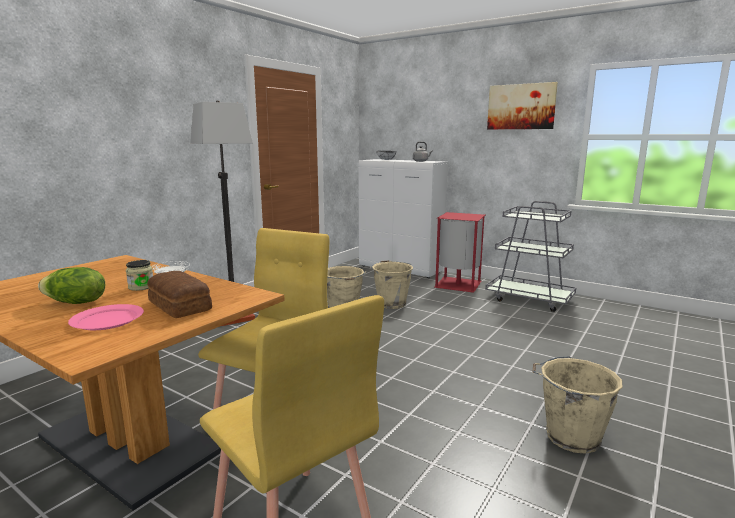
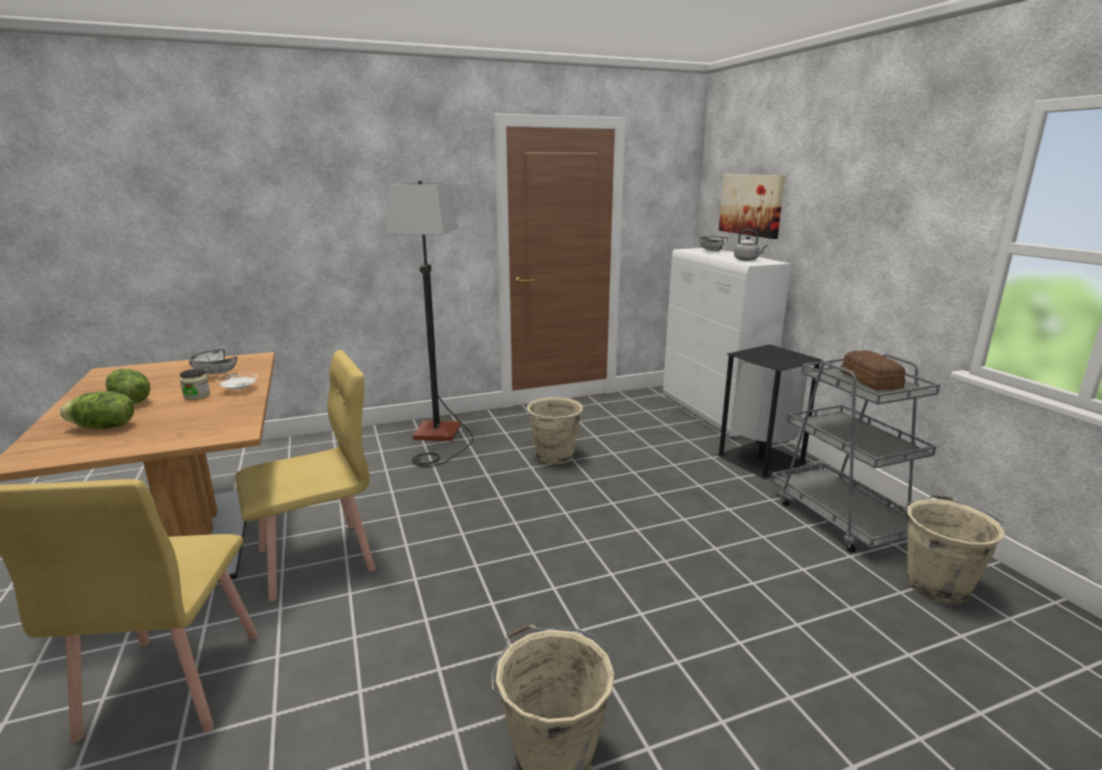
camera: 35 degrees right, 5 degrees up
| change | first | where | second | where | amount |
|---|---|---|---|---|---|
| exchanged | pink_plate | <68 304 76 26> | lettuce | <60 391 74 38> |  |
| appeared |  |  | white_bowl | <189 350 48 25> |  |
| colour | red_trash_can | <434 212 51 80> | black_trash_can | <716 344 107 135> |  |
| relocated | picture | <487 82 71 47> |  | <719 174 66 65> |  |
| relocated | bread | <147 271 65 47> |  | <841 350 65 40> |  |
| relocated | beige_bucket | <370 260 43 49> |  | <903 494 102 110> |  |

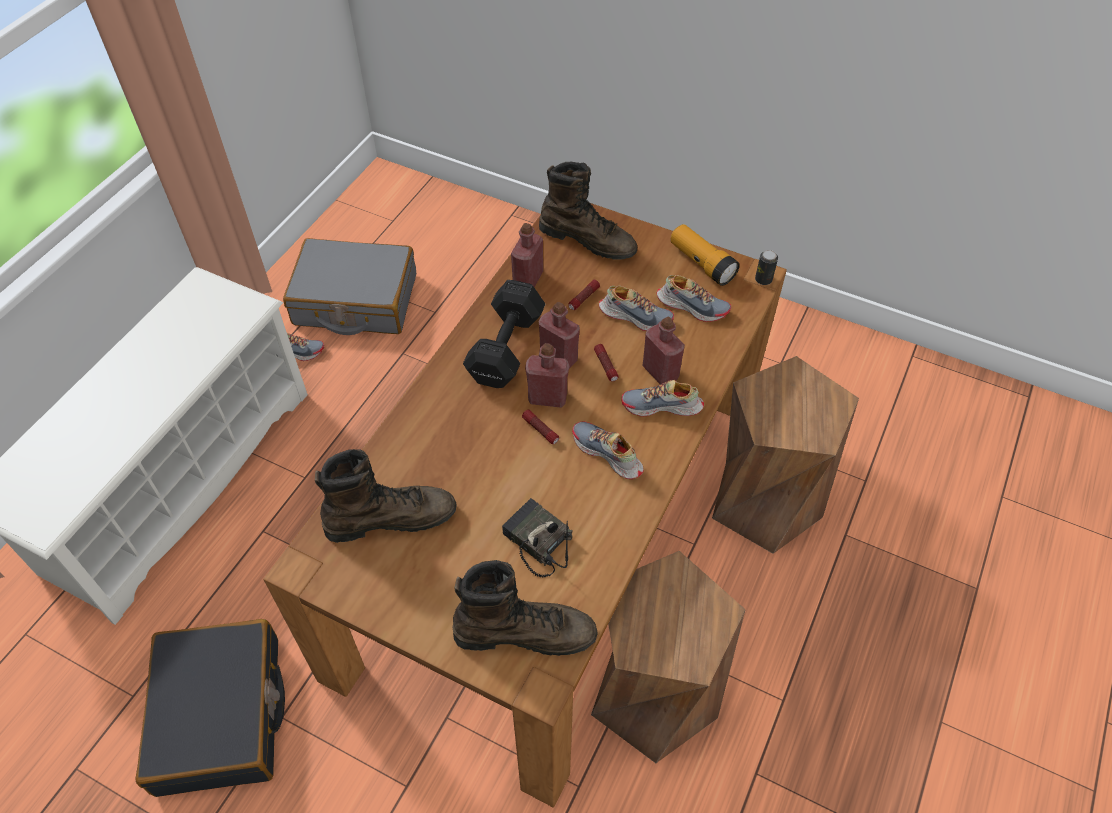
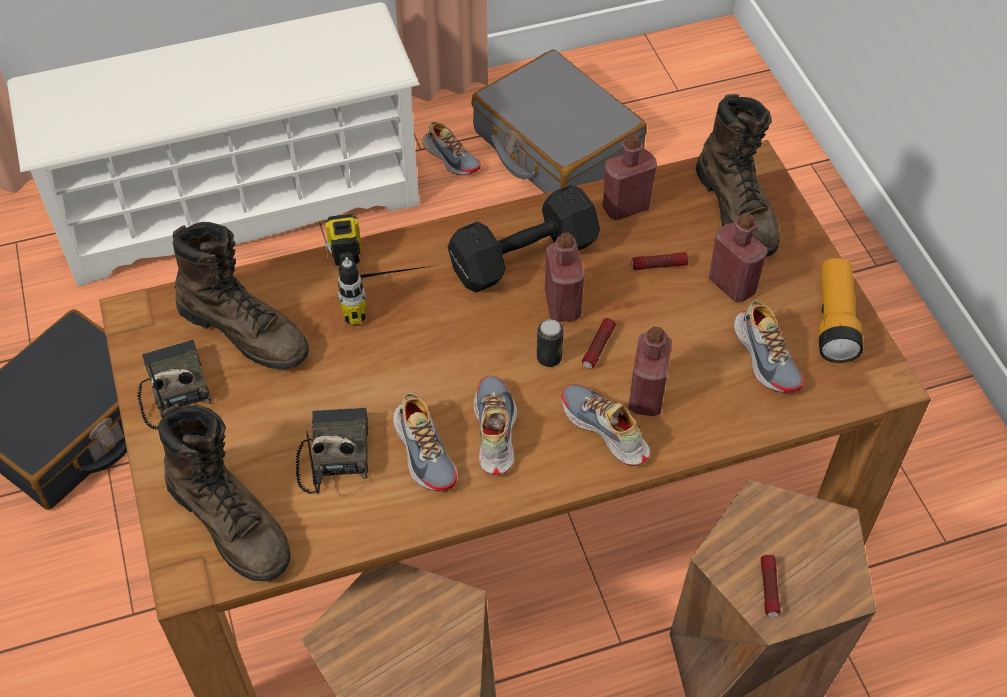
camera: 45 degrees right, 0 degrees up
| change | first | where | second | where | amount |
|---|---|---|---|---|---|
| appeared |  |  | radio | <138 340 74 90> |  |
| appeared |  |  | power_drill | <325 214 112 112> |  |
| relocated | shoe | <599 285 75 46> |  | <393 393 65 99> |  |
| relocated | can | <755 250 23 35> |  | <537 319 26 48> |  |
| relocated | red_bottle | <525 343 44 65> |  | <708 212 60 90> |  |
| relocated | flashlight | <522 409 37 35> |  | <761 555 20 62> |  |

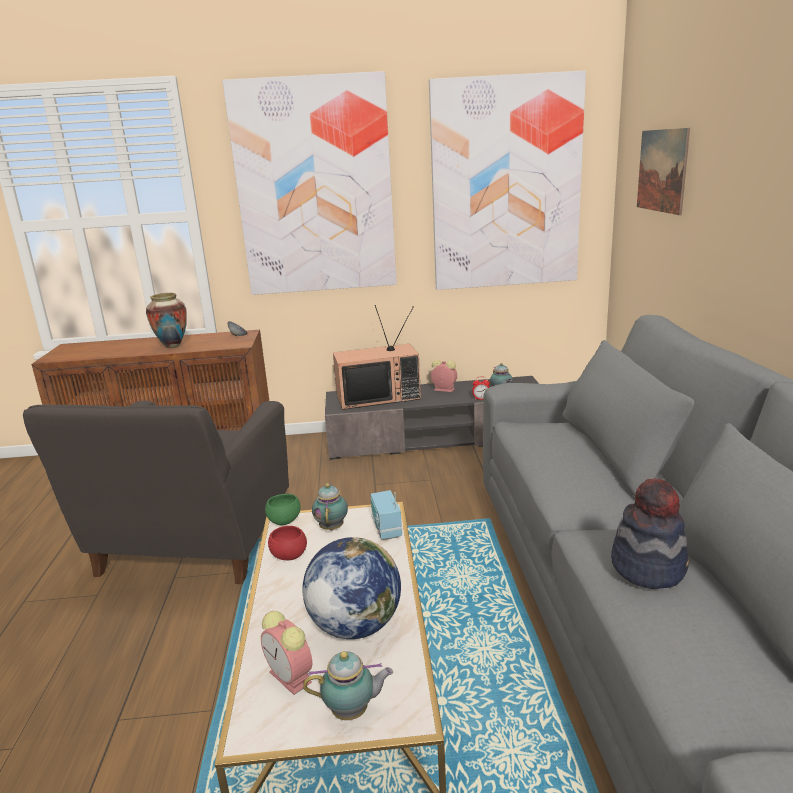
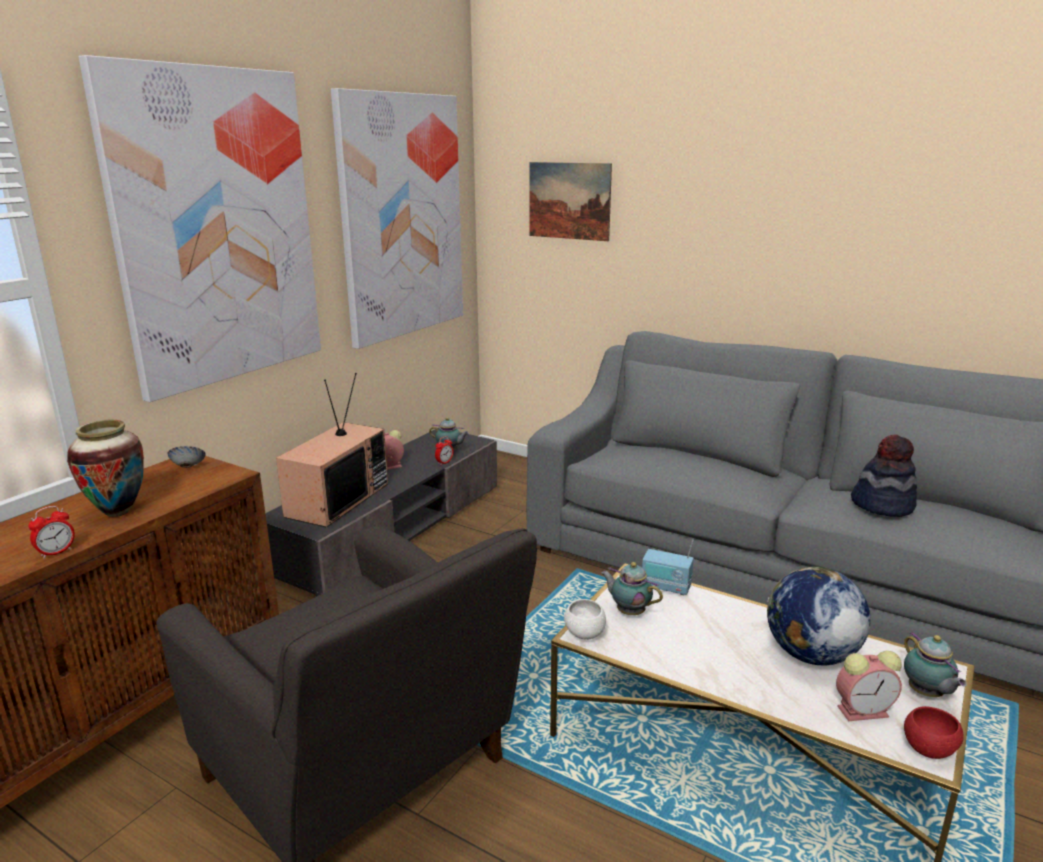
camera: 55 degrees left, 0 degrees up
| change | first | where | second | where | amount |
|---|---|---|---|---|---|
| appeared |  |  | alarm_clock | <28 506 47 53> |  |
| colour | green_bowl | <265 494 36 31> | white_bowl | <564 599 42 41> |  |
| spun | teapot | <303 651 90 69> |  | <904 632 63 65> | 135 degrees clockwise |
| relocated | red_bowl | <268 526 39 34> |  | <904 706 60 53> |  |

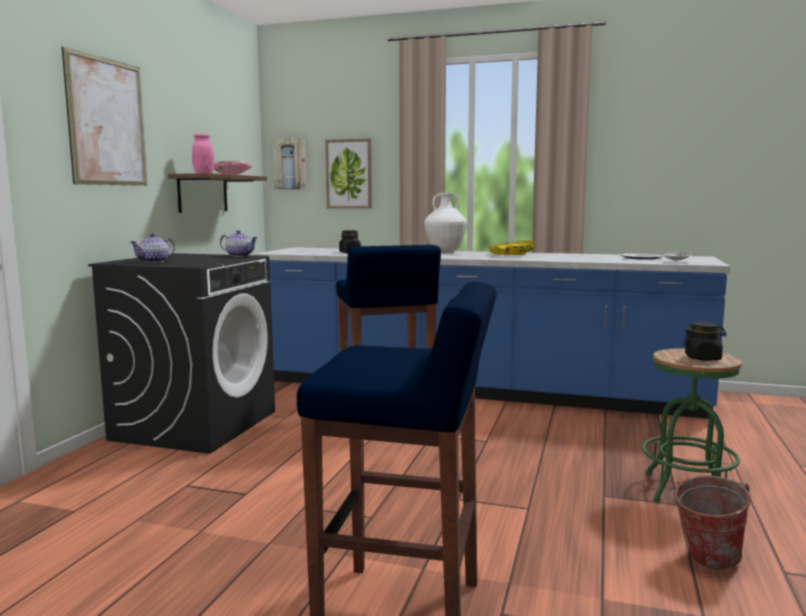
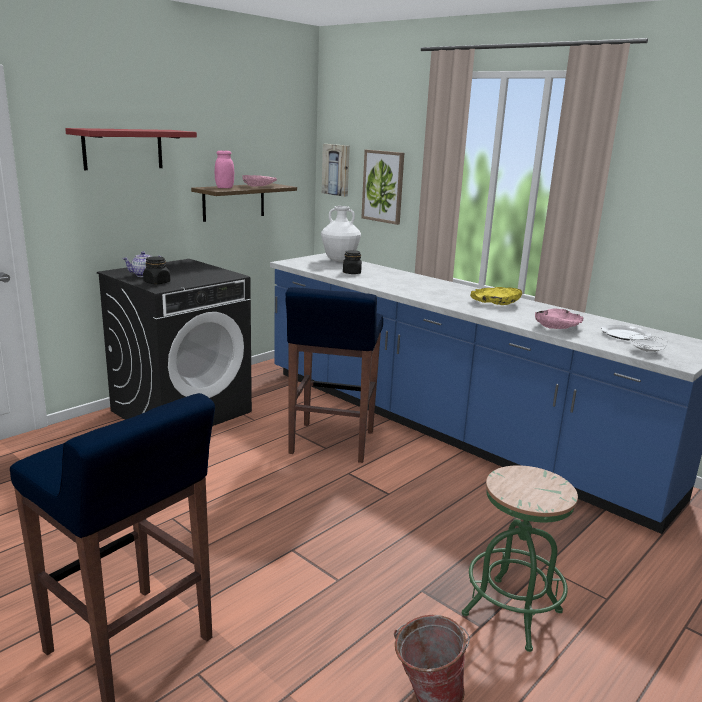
camera: 25 degrees right, 10 degrees up
| change | first | where | second | where | amount |
|---|---|---|---|---|---|
| exchanged | picture | <62 47 85 139> | red_shelf | <65 128 132 42> |  |
| relocated | black_jar | <683 322 44 39> |  | <143 256 28 28> |  |
| relocated | white_vase | <424 193 43 59> |  | <321 206 40 56> |  |
| appeared |  |  | pink_bowl | <535 309 48 20> |  |
| missing | teapot | <220 230 38 27> |  |  |  |

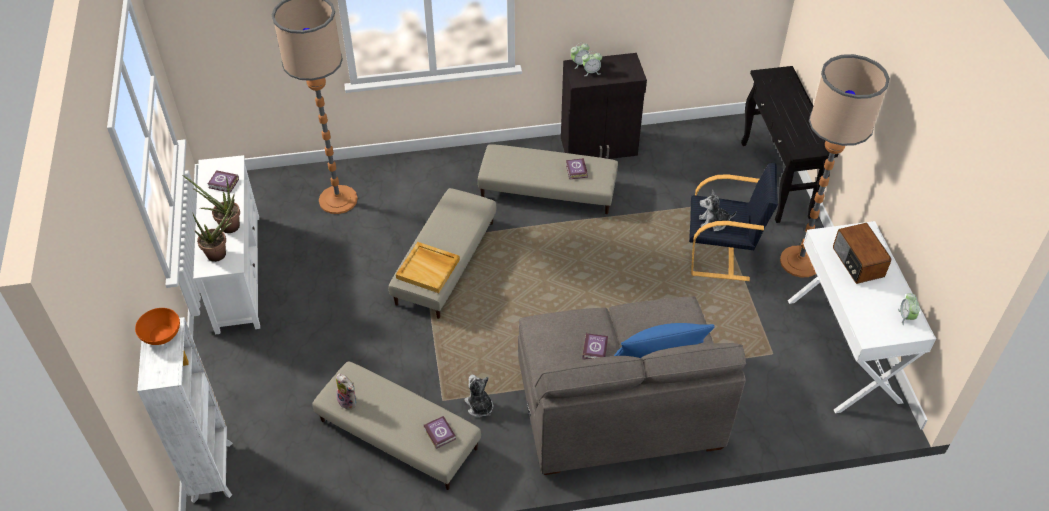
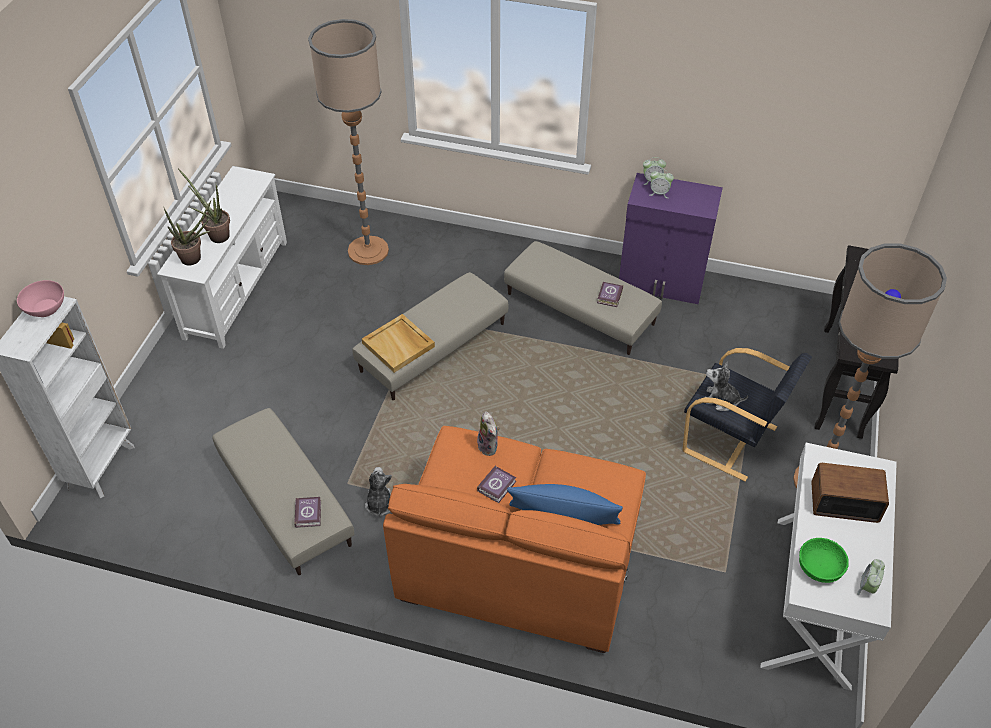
camera: 25 degrees right, 0 degrees up
| change | first | where | second | where | amount |
|---|---|---|---|---|---|
| colour | orange_bowl | <135 308 45 37> | pink_bowl | <17 280 47 37> |  |
| colour | grey_sofa | <518 296 228 179> | orange_sofa | <383 426 263 227> |  |
| relocated | plush_toy | <336 374 20 36> |  | <477 411 23 45> |  |
| colour | black_cabinet | <561 53 86 106> | purple_cabinet | <619 173 104 131> |  |
| appeared |  |  | green_bowl | <799 538 50 45> |  |
| spun | radio | <833 223 58 61> |  | <811 463 78 60> | 90 degrees clockwise |
| missing | book | <208 170 31 23> |  |  |  |

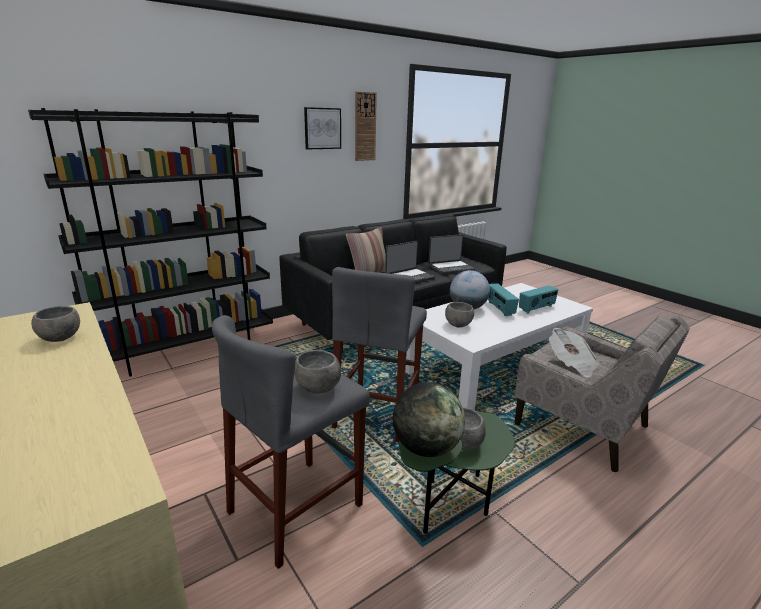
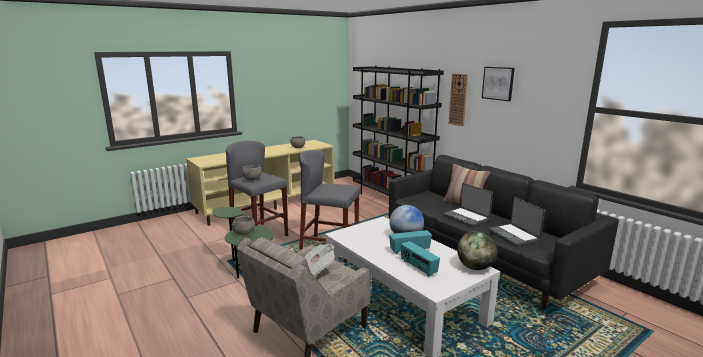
camera: 90 degrees right, 5 degrees down
| change | first | where | second | where | amount |
|---|---|---|---|---|---|
| relocated | wall_clock | <355 91 22 70> |  | <449 73 19 53> |  |
| relocated | globe | <393 382 72 75> |  | <457 230 41 40> |  |
| missing | grey_bowl | <445 302 29 25> |  |  |  |

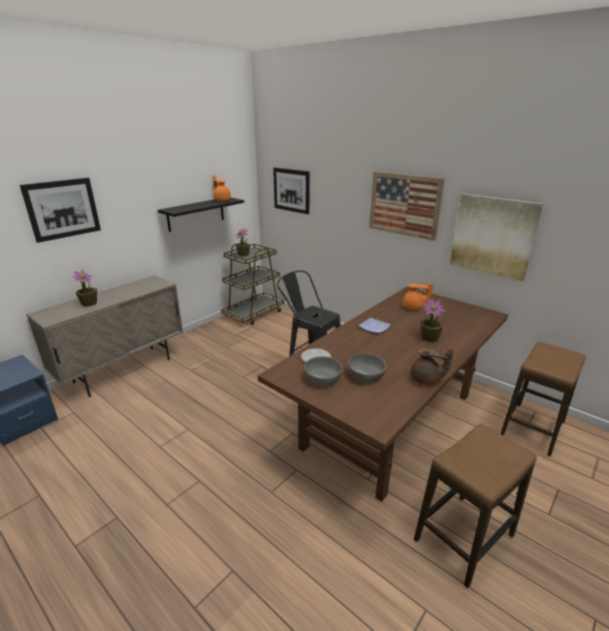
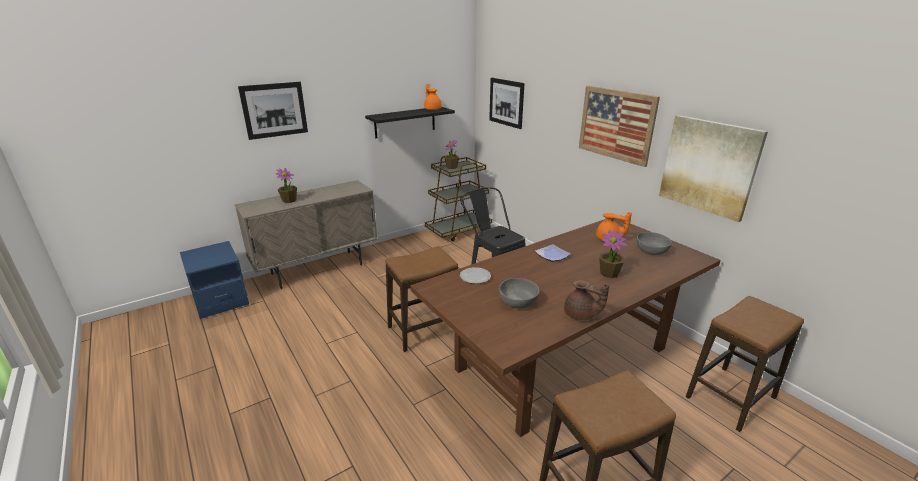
camera: 15 degrees right, 0 degrees up
| change | first | where | second | where | amount |
|---|---|---|---|---|---|
| appeared |  |  | stool | <385 246 73 106> |  |
| relocated | grey_bowl | <304 356 39 30> |  | <636 232 36 23> |  |

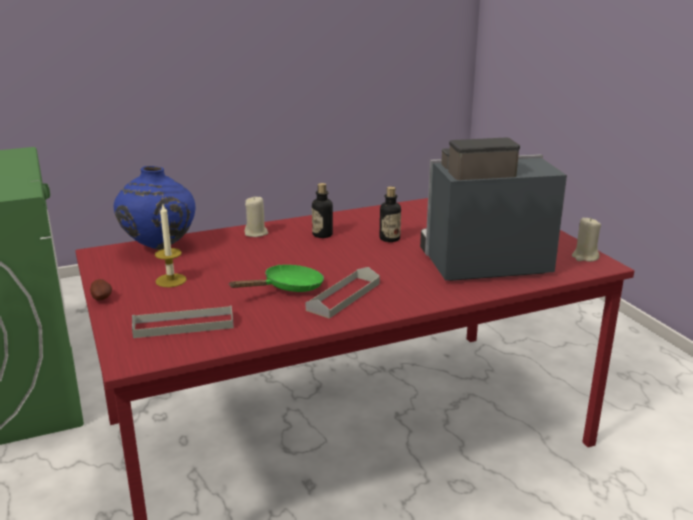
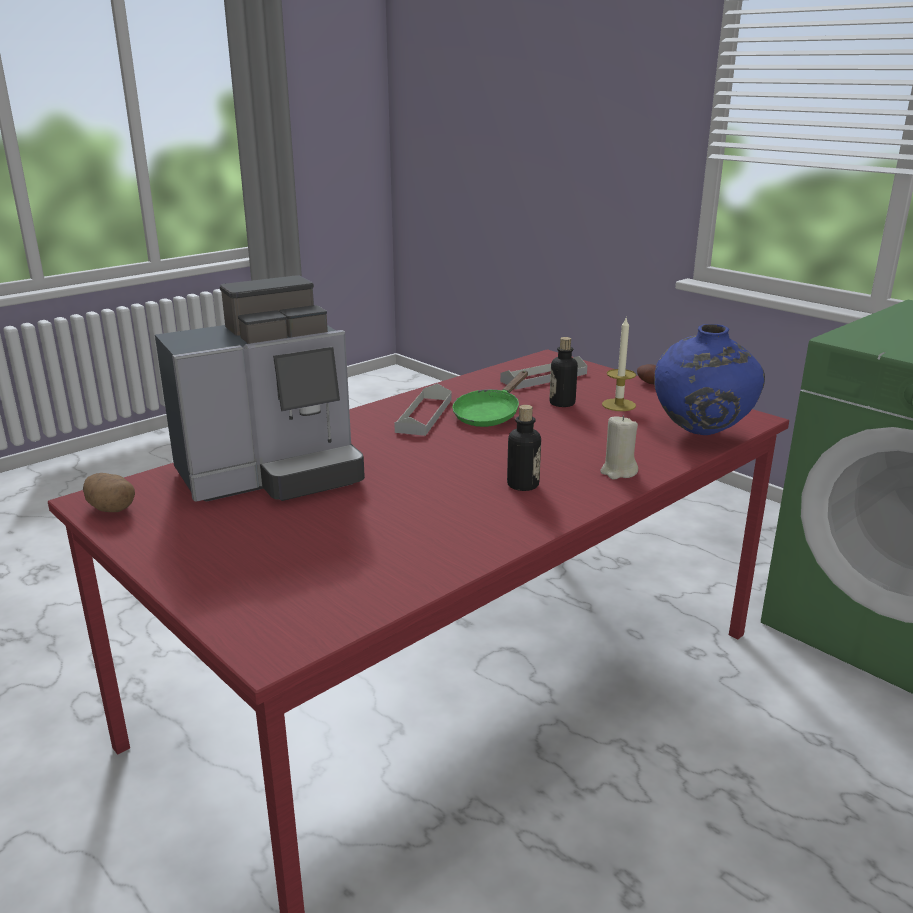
camera: 160 degrees right, 0 degrees up
| change | first | where | second | where | amount |
|---|---|---|---|---|---|
| exchanged | beige_candle | <572 217 29 45> | potato | <83 473 52 39> |  |
| relocated | bottle | <380 186 21 56> |  | <549 337 29 70> |  |

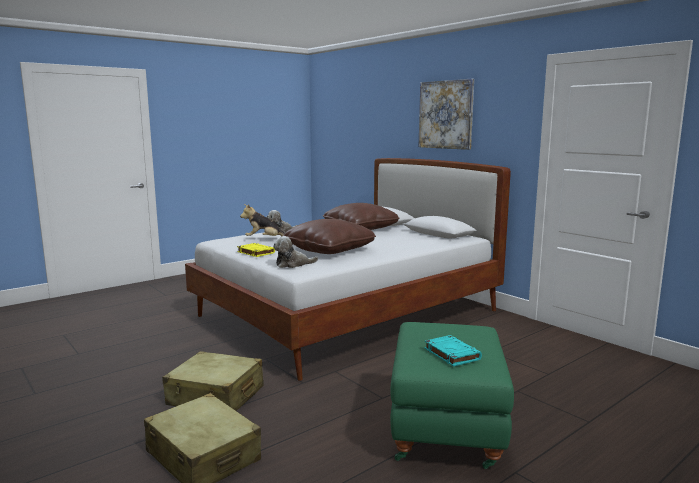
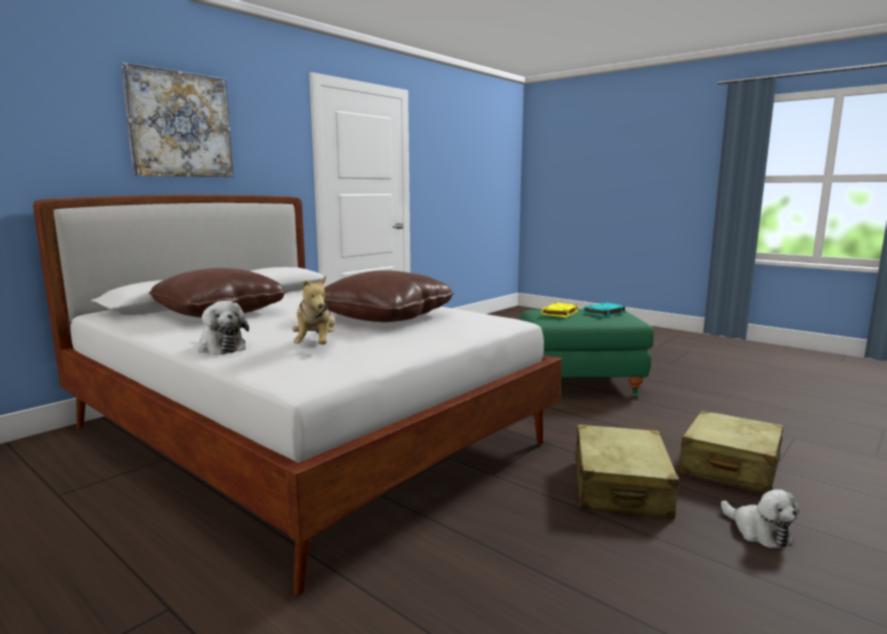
camera: 100 degrees left, 0 degrees up
| change | first | where | second | where | amount |
|---|---|---|---|---|---|
| relocated | yellow_book | <237 243 38 14> |  | <541 303 38 14> |  |
| relocated | plush_toy | <273 236 45 32> |  | <721 489 79 60> |  |

